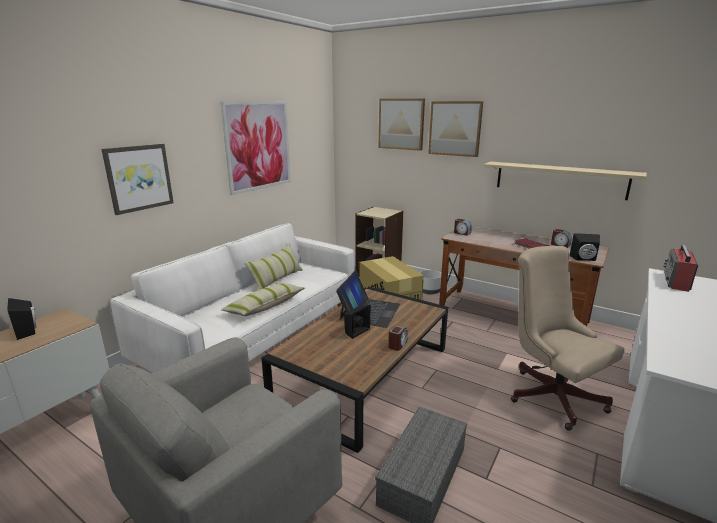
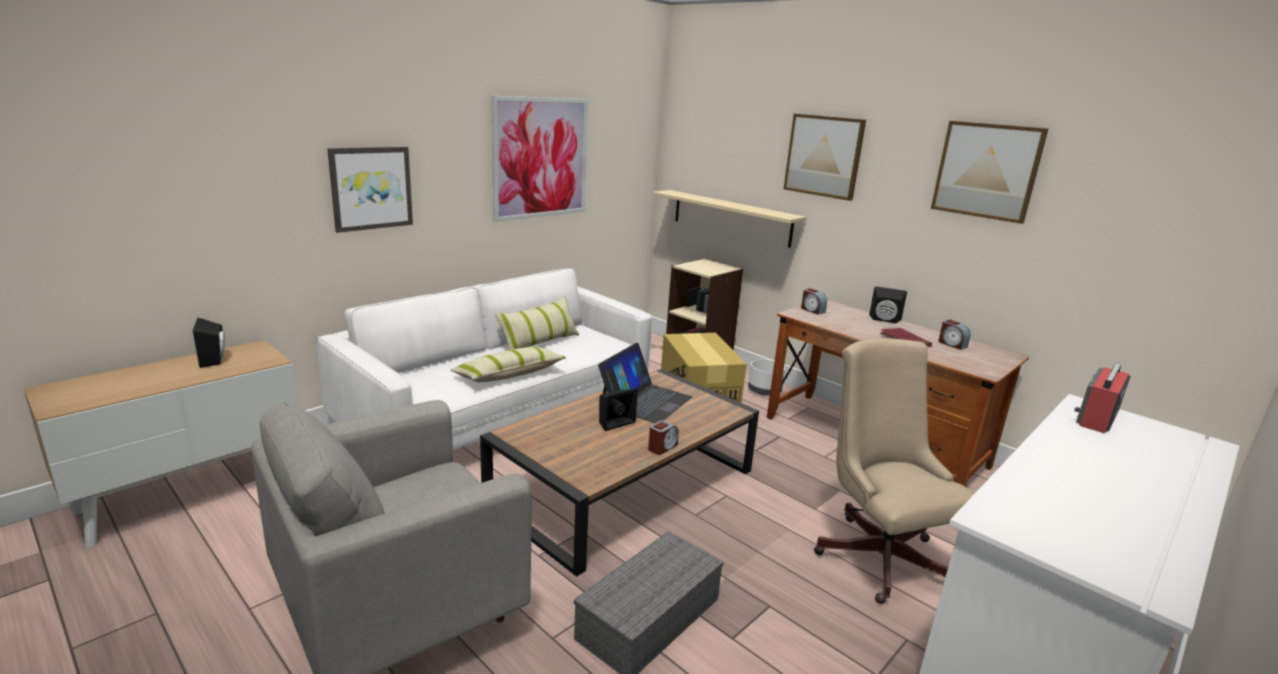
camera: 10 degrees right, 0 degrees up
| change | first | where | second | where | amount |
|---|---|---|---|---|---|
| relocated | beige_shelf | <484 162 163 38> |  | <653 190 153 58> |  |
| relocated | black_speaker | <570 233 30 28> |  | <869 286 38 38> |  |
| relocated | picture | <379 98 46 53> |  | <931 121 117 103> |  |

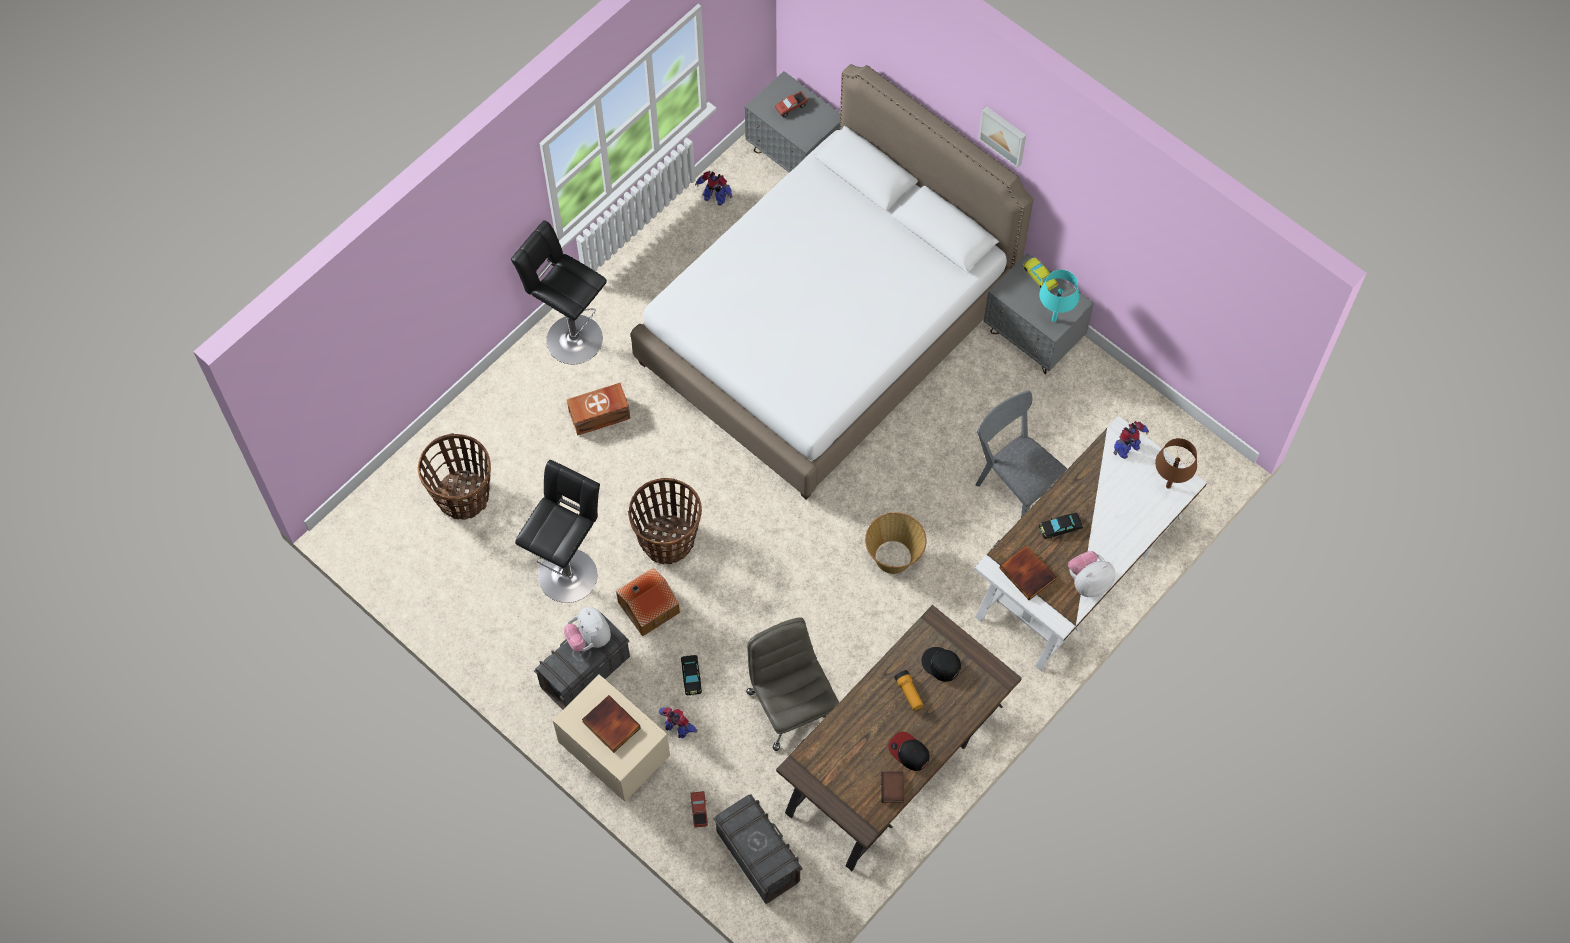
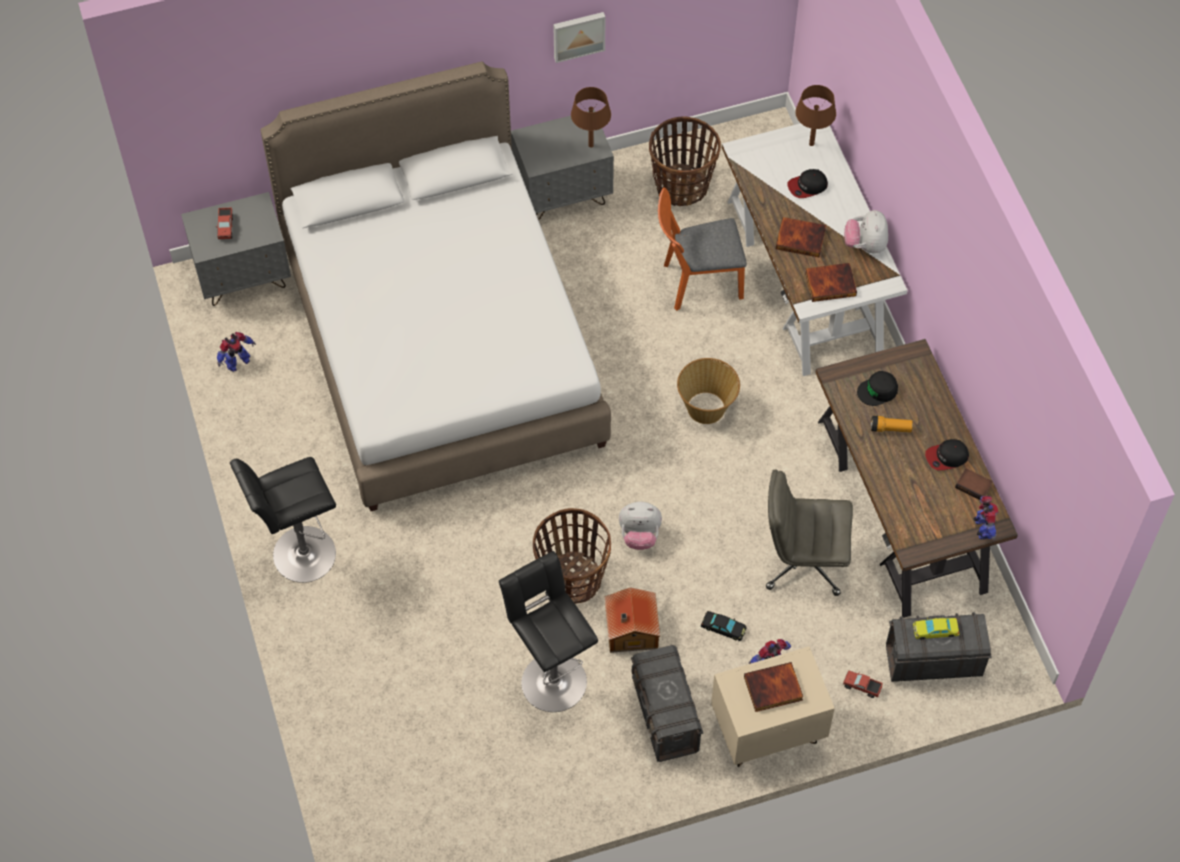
camera: 60 degrees left, 5 degrees down
| change | first | where | second | where | amount |
|---|---|---|---|---|---|
| relocated | picture | <978 106 48 62> |  | <553 12 52 51> |  |
| colour | turquoise_table_lamp | <1039 270 40 52> | brown_table_lamp | <571 87 40 61> |  |
| relocated | plush_toy | <564 607 47 45> |  | <619 502 43 48> |  |
| relocated | basket | <418 433 73 87> |  | <649 116 72 90> |  |
| colour | grey_chair | <975 391 92 127> | orange_chair | <658 188 89 123> |  |
| exchanged | black_toy_car | <1039 513 44 26> | book | <776 217 50 40> |  |
| appeared |  |  | cap | <787 169 41 29> |  |
| relocated | yellow_toy_car | <1023 257 35 34> |  | <913 618 47 22> |  |
| relocated | toy_robot | <1114 421 35 38> |  | <973 496 26 44> |  |
| missing | brown_storage_box | <567 383 64 53> |  |  |  |

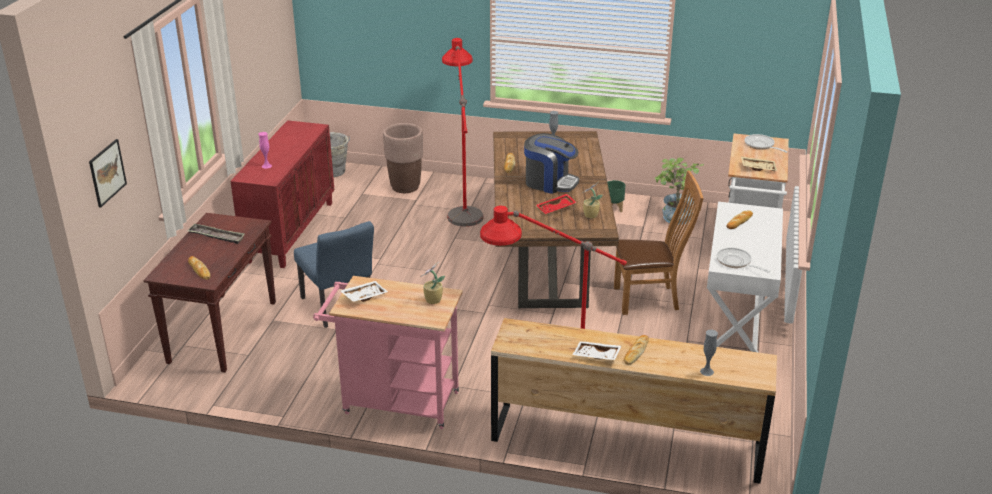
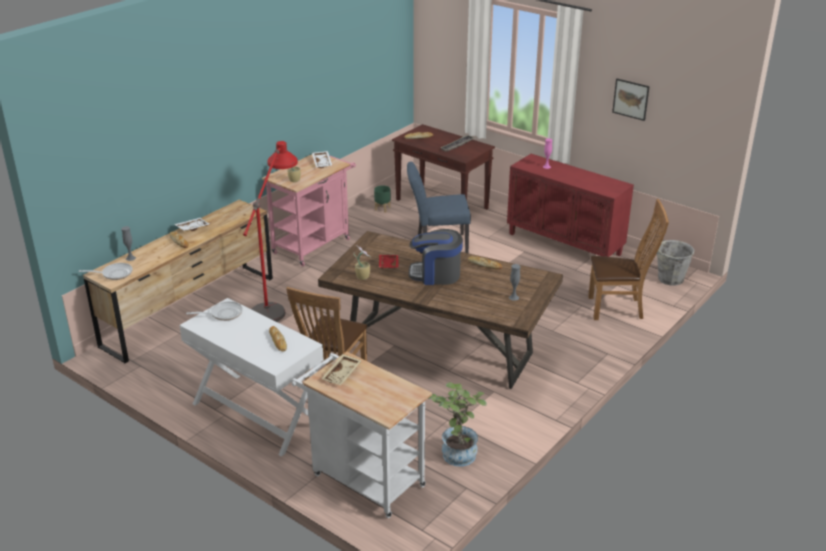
camera: 115 degrees right, 0 degrees up
| change | first | where | second | where | amount |
|---|---|---|---|---|---|
| relocated | frying_pan | <745 134 43 19> |  | <79 263 54 17> |  |
| relocated | green_planter | <607 180 18 32> |  | <374 185 17 27> |  |
| spun | coffee_machine | <524 133 55 61> |  | <409 229 54 56> | 45 degrees clockwise |
| exchanged | brown_planter | <383 123 40 70> | brown_chair | <588 199 81 121> |  |
| relocated | picture | <89 139 38 68> |  | <612 79 38 42> |  |
| missing | red_floor_lamp | <442 38 42 189> |  |  |  |

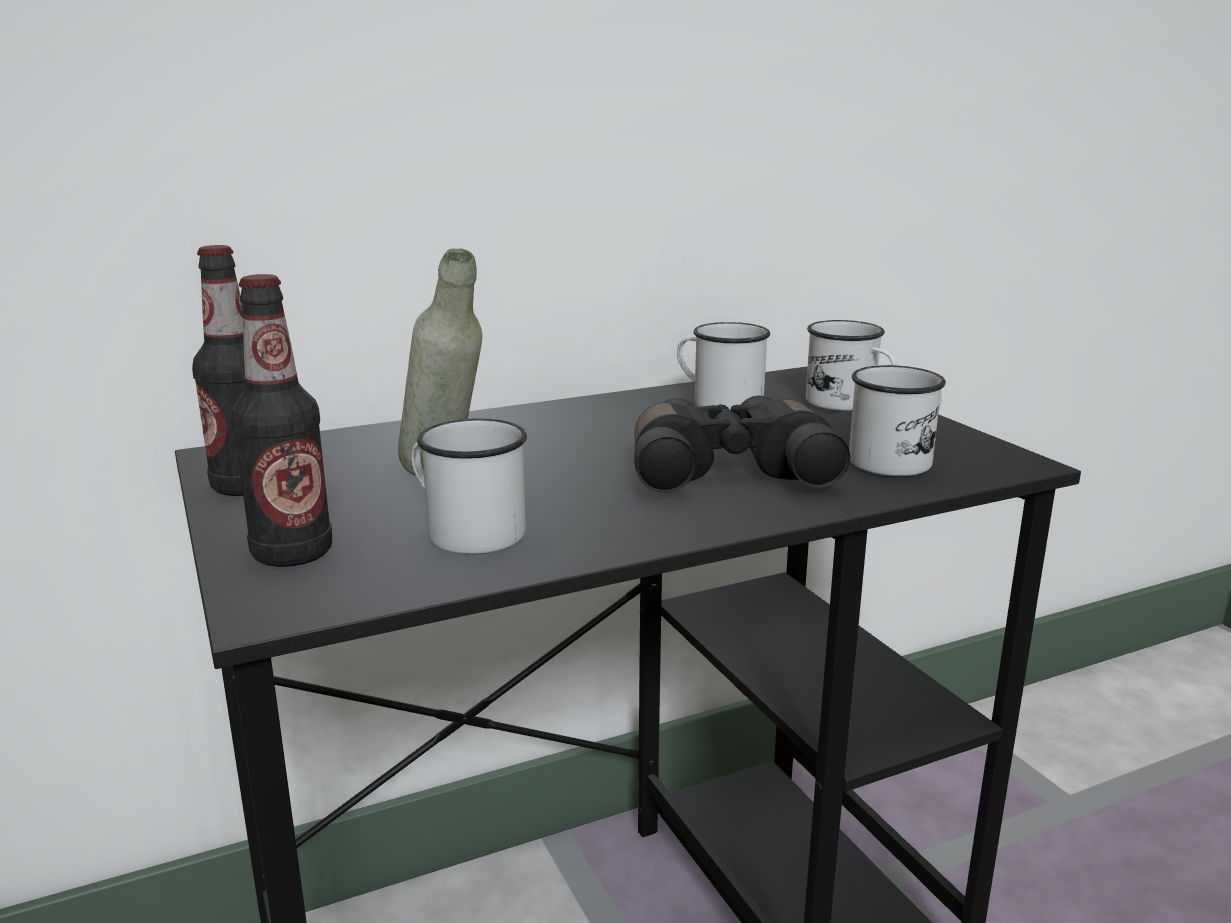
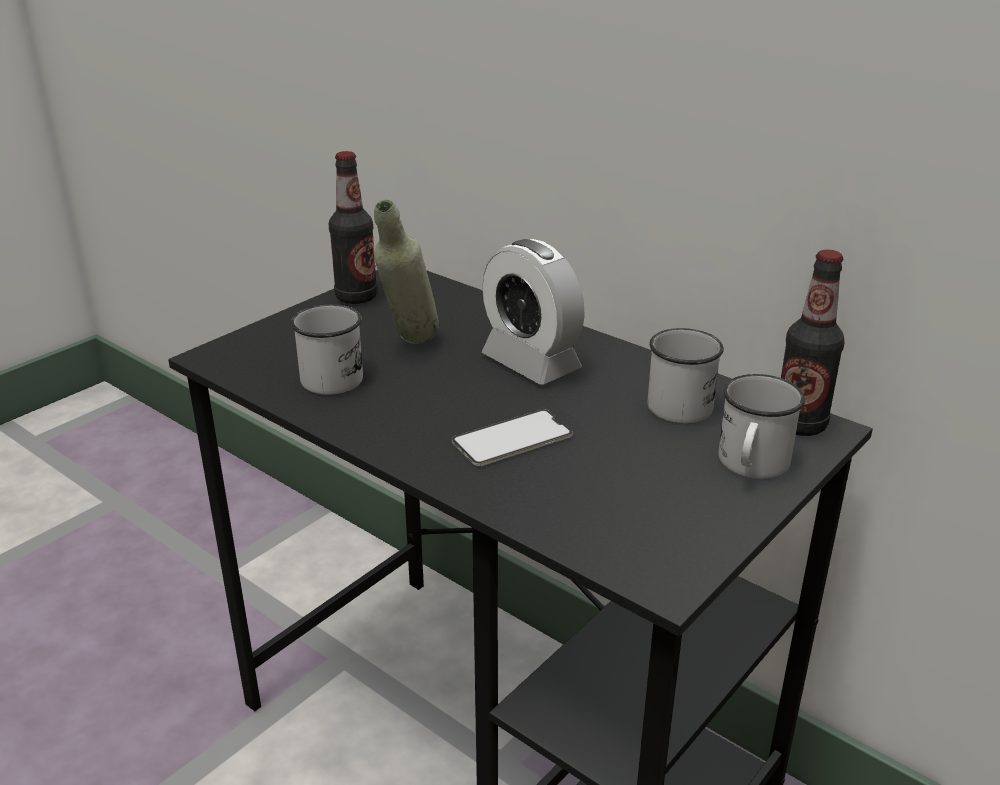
camera: 65 degrees right, 10 degrees up
| change | first | where | second | where | amount |
|---|---|---|---|---|---|
| exchanged | black_binoculars | <634 396 216 97> | phone | <452 409 121 57> |  |
| appeared |  |  | alarm_clock | <482 239 103 145> |  |
| relocated | bottle | <231 274 101 293> |  | <781 250 64 186> |  |
| missing | white_mug | <849 365 97 111> |  |  |  |

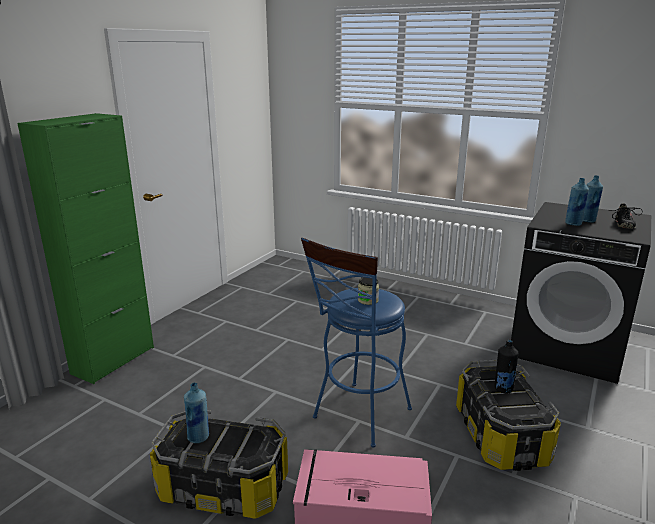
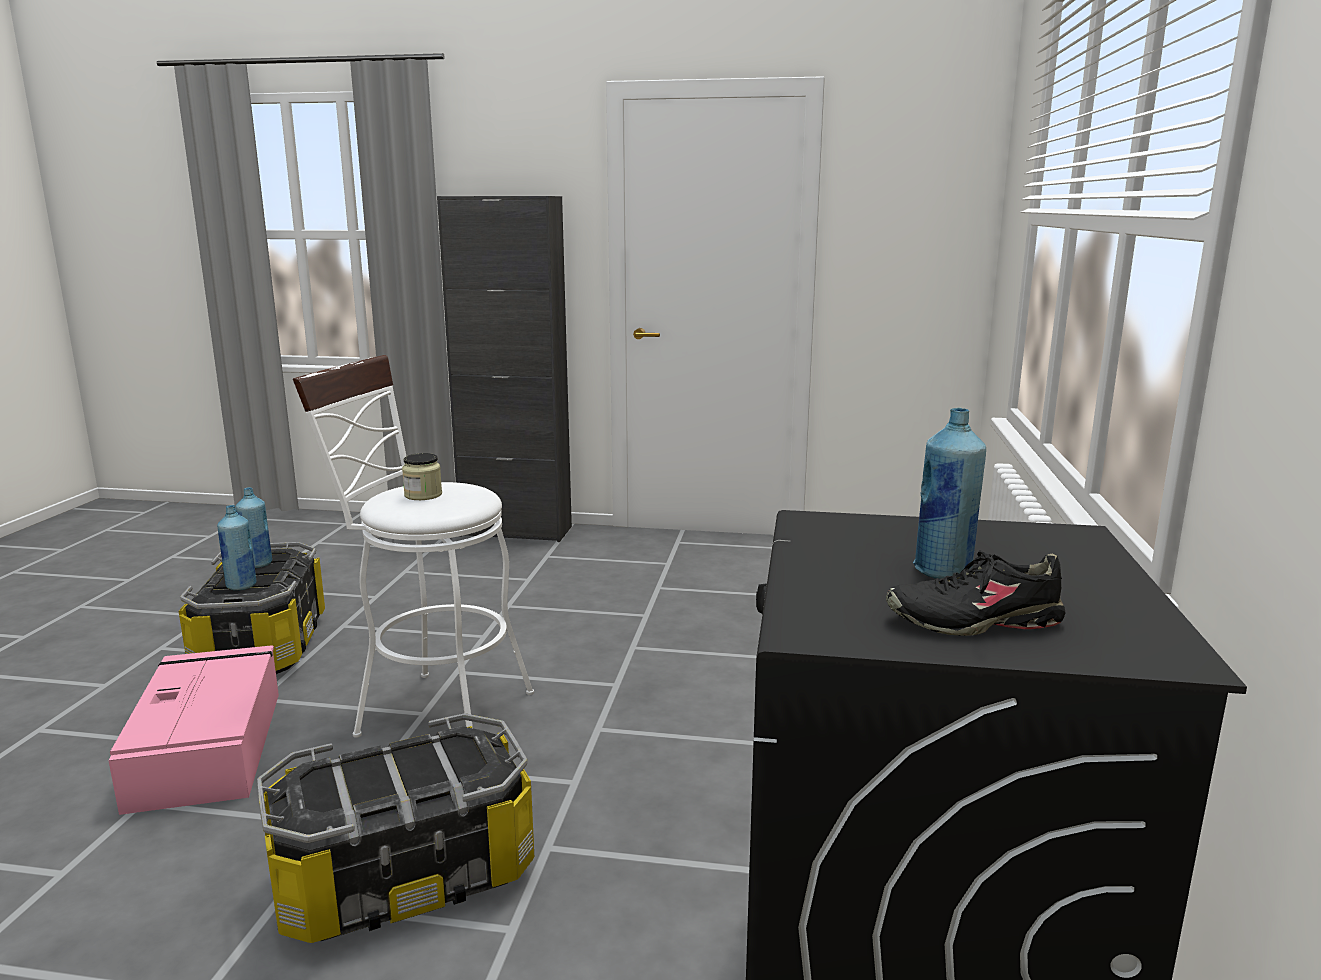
camera: 70 degrees right, 5 degrees down
| change | first | where | second | where | amount |
|---|---|---|---|---|---|
| relocated | blue_bottle | <565 178 24 48> |  | <217 505 39 86> |  |
| colour | blue_stool | <301 238 111 209> | white_stool | <293 355 241 383> |  |
| colour | green_cabinet | <17 113 137 271> | black_cabinet | <437 196 135 346> |  |
| missing | black_bottle | <494 340 24 54> |  |  |  |

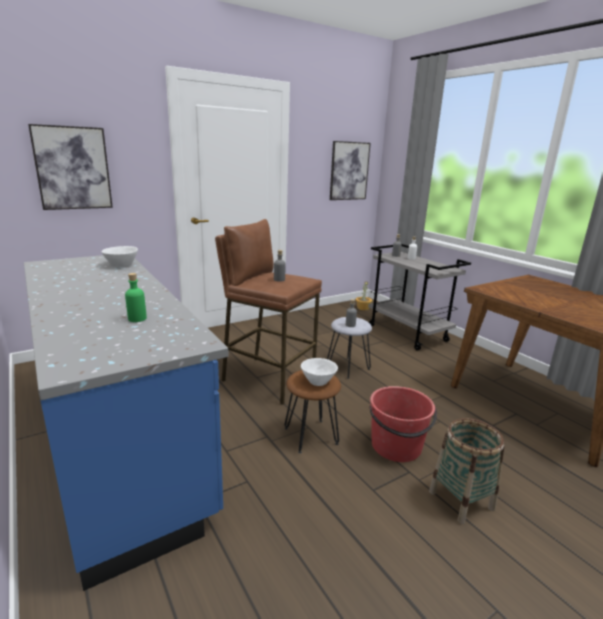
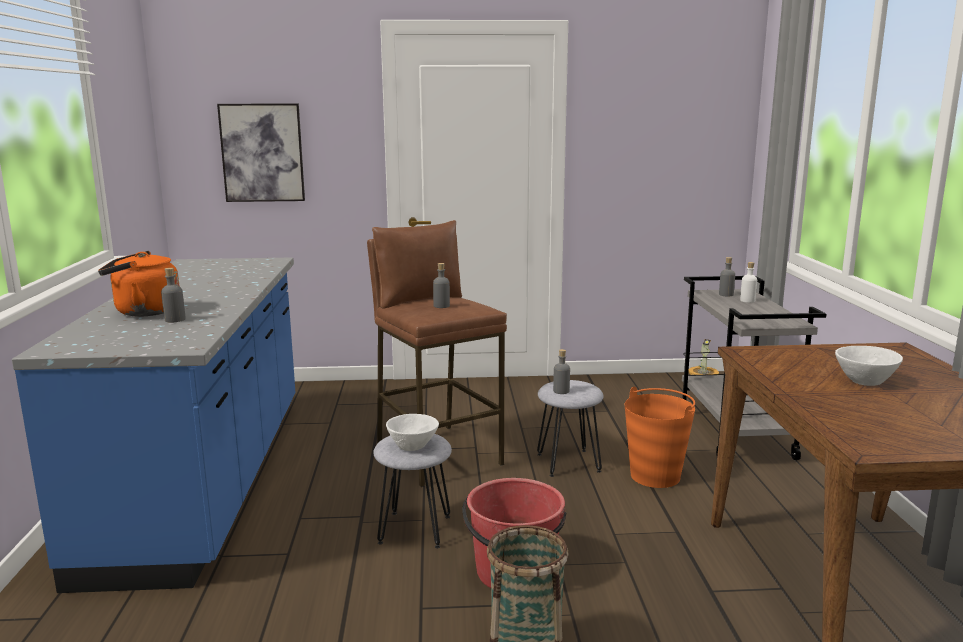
camera: 30 degrees right, 5 degrees down
| change | first | where | second | where | amount |
|---|---|---|---|---|---|
| appeared |  |  | orange_kettle | <98 251 81 66> |  |
| colour | green_bottle | <125 273 22 49> | grey_bottle | <161 268 25 54> |  |
| colour | brown_stool | <284 370 57 84> | grey_stool | <373 434 79 114> |  |
| appeared |  |  | orange_bucket | <625 387 70 101> |  |
| relocated | white_bowl | <102 246 36 21> |  | <835 346 68 40> |  |
| missing | picture | <330 141 41 59> |  |  |  |

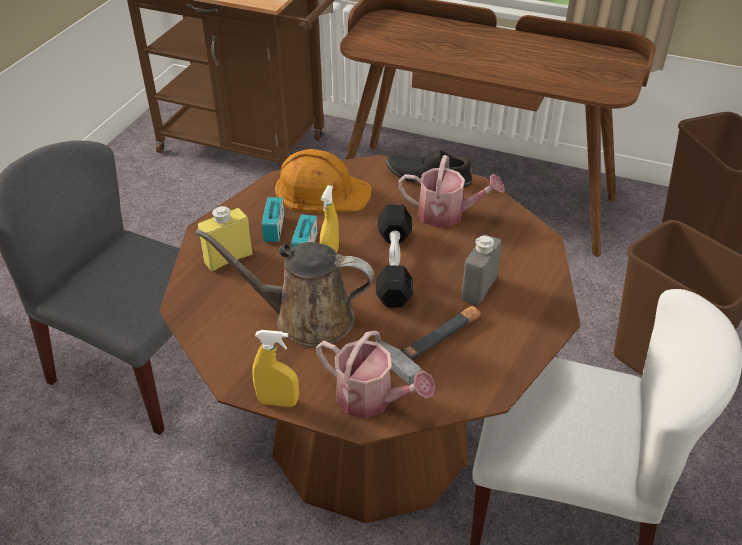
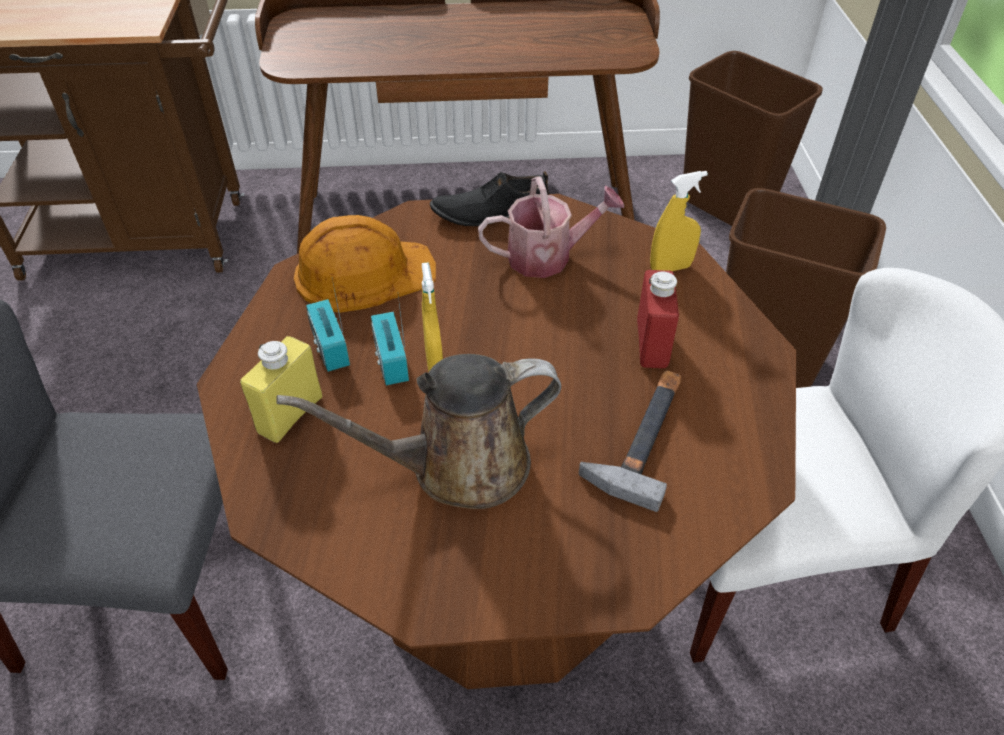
camera: 25 degrees left, 5 degrees up
| change | first | where | second | where | amount |
|---|---|---|---|---|---|
| colour | grey_bottle | <461 235 41 71> | red_bottle | <637 270 42 98> |  |
| relocated | yellow_spray_bottle | <252 330 47 77> |  | <650 171 58 100> |  |
| missing | watering_can | <316 331 119 87> |  |  |  |
| missing | black_dumbbell | <376 205 37 103> |  |  |  |

